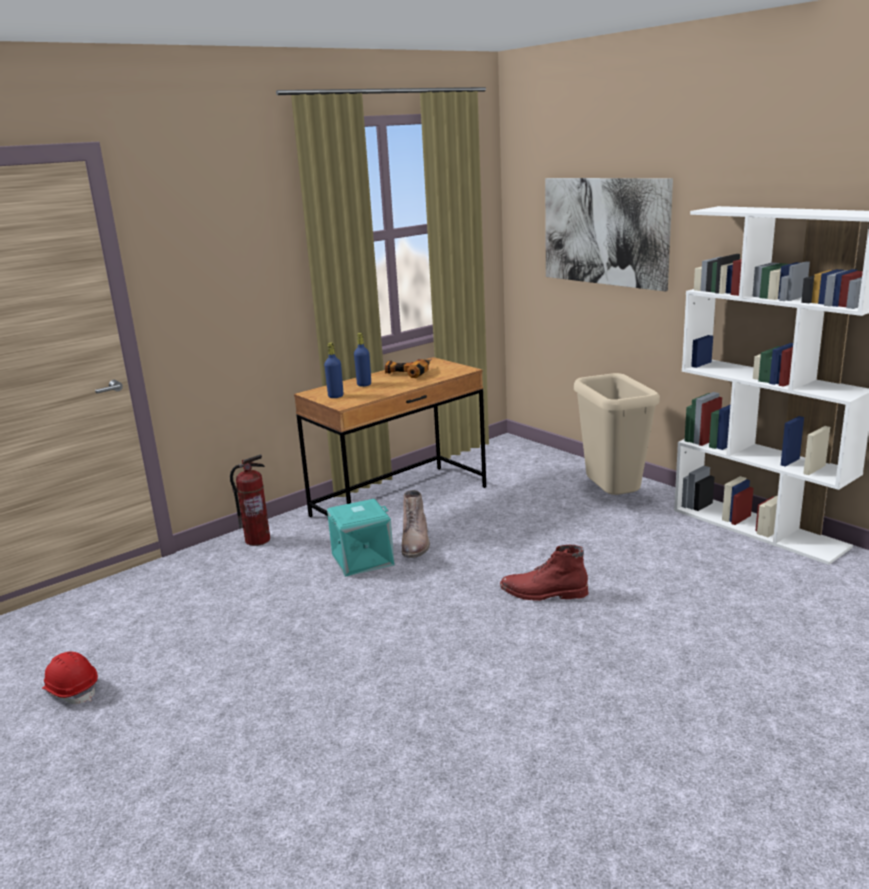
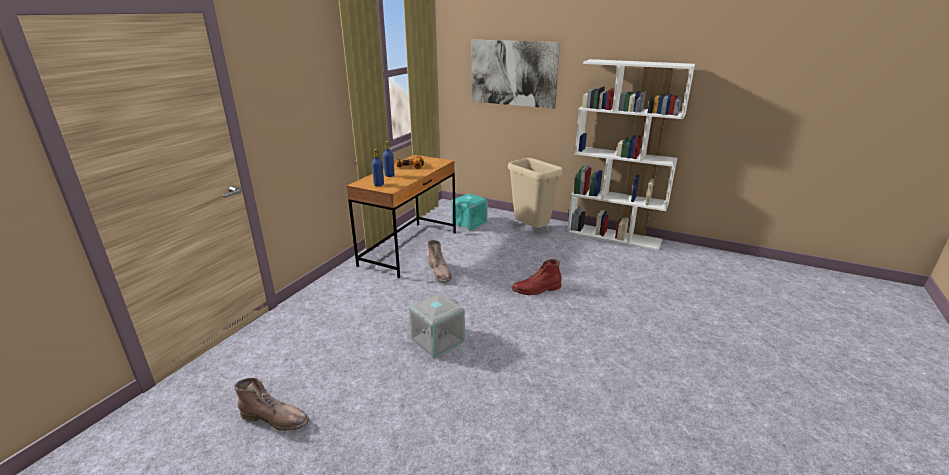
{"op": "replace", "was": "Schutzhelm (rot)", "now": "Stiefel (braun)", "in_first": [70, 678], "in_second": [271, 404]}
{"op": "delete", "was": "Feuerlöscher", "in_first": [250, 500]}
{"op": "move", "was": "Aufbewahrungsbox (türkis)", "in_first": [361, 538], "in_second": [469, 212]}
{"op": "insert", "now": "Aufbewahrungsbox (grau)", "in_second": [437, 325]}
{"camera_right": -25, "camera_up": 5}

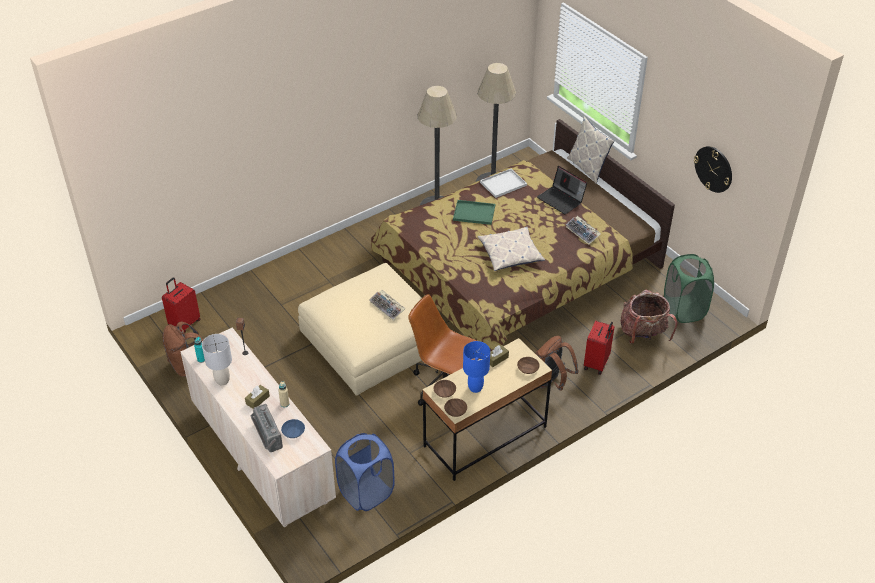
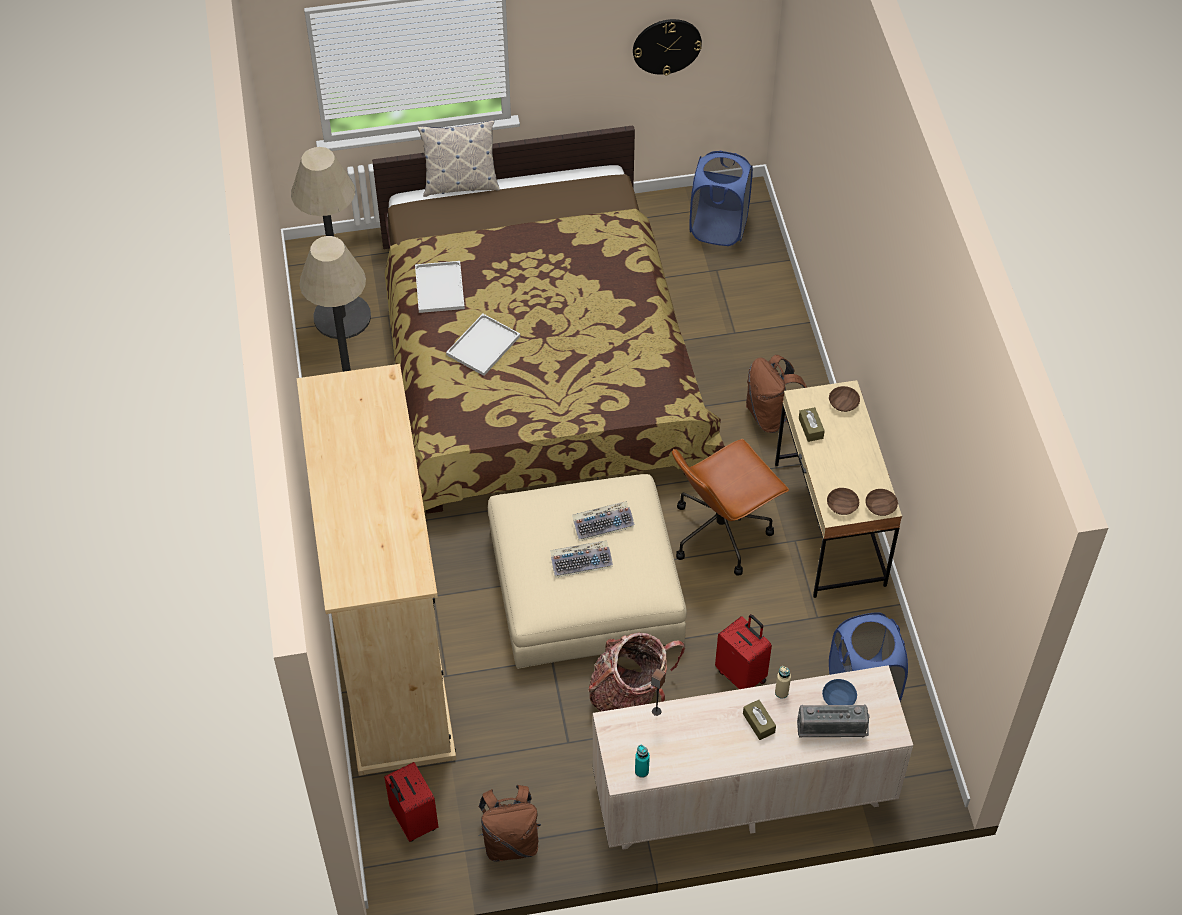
{"op": "delete", "was": "Tischlampe (grau)", "in_first": [217, 359]}
{"op": "recolor", "was": "Tablett (grün)", "now": "Tablett (weiß)", "in_first": [474, 212], "in_second": [483, 345]}
{"op": "delete", "was": "Tischlampe (blau)", "in_first": [476, 367]}
{"op": "delete", "was": "Kissen", "in_first": [511, 249]}
{"op": "delete", "was": "Laptop", "in_first": [562, 190]}
{"op": "move", "was": "Tastatur", "in_first": [583, 230], "in_second": [581, 559]}
{"op": "move", "was": "Koffer (rot)", "in_first": [599, 348], "in_second": [743, 651]}
{"op": "move", "was": "Rucksack", "in_first": [648, 317], "in_second": [636, 672]}
{"op": "recolor", "was": "Wäschekorb (grün)", "now": "Wäschekorb (blau)", "in_first": [689, 288], "in_second": [721, 198]}
{"op": "insert", "now": "Kleiderschrank (beige)", "in_second": [376, 570]}
{"camera_right": -65, "camera_up": 10}

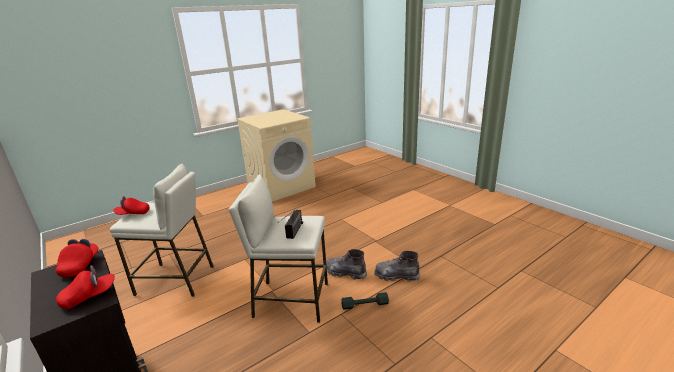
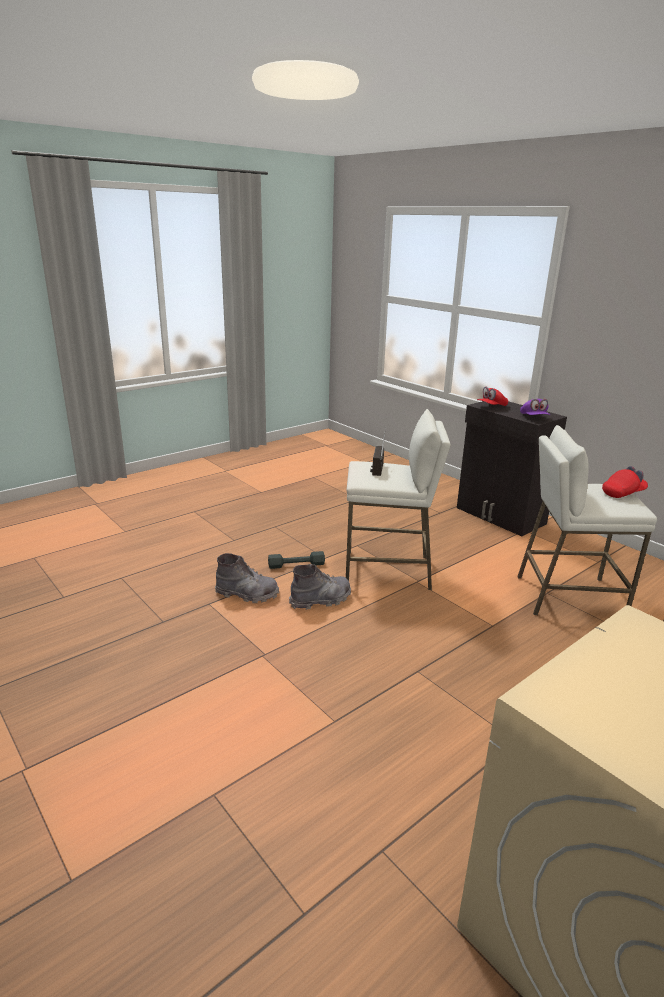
{"op": "recolor", "was": "Kappe (rot)", "now": "Kappe (lila)", "in_first": [77, 258], "in_second": [535, 407]}
{"op": "rotate", "was": "Stiefel (grau)", "in_first": [346, 264], "in_second": [320, 587], "clockwise": -45}
{"camera_right": 175, "camera_up": 0}

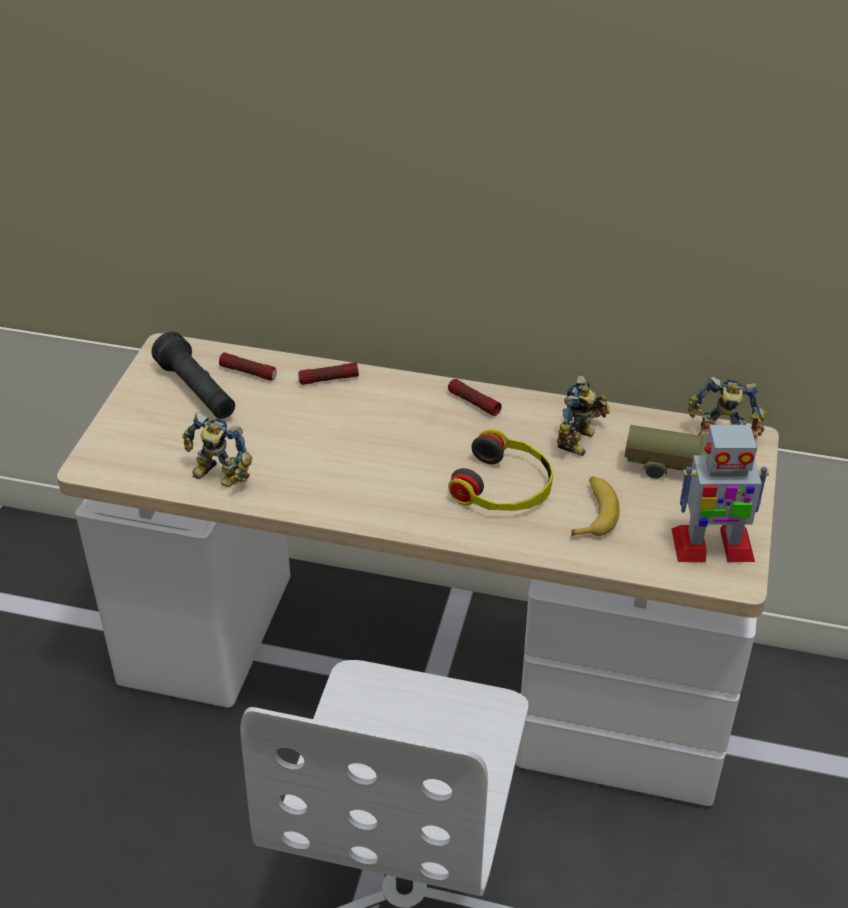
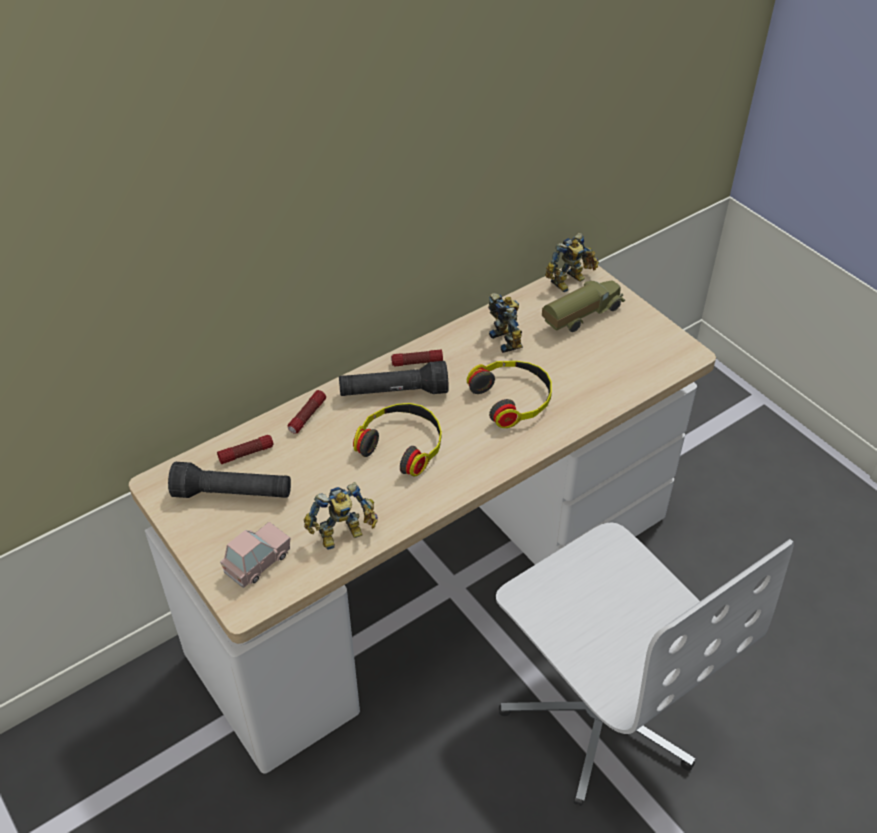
{"op": "delete", "was": "Banane", "in_first": [595, 506]}
{"op": "delete", "was": "Spielzeugroboter", "in_first": [720, 493]}
{"op": "insert", "now": "Spielzeugauto (rosa)", "in_second": [255, 555]}
{"op": "insert", "now": "Taschenlampe (schwarz)", "in_second": [394, 378]}
{"op": "insert", "now": "Kopfhörer", "in_second": [397, 440]}
{"camera_right": -50, "camera_up": 5}

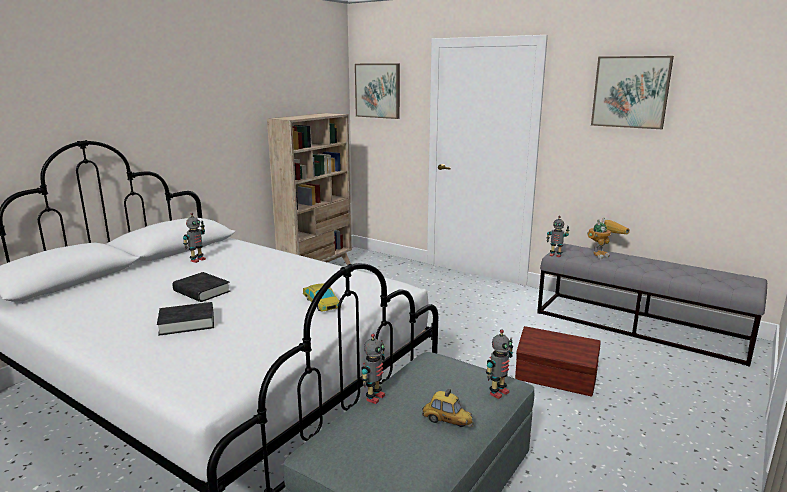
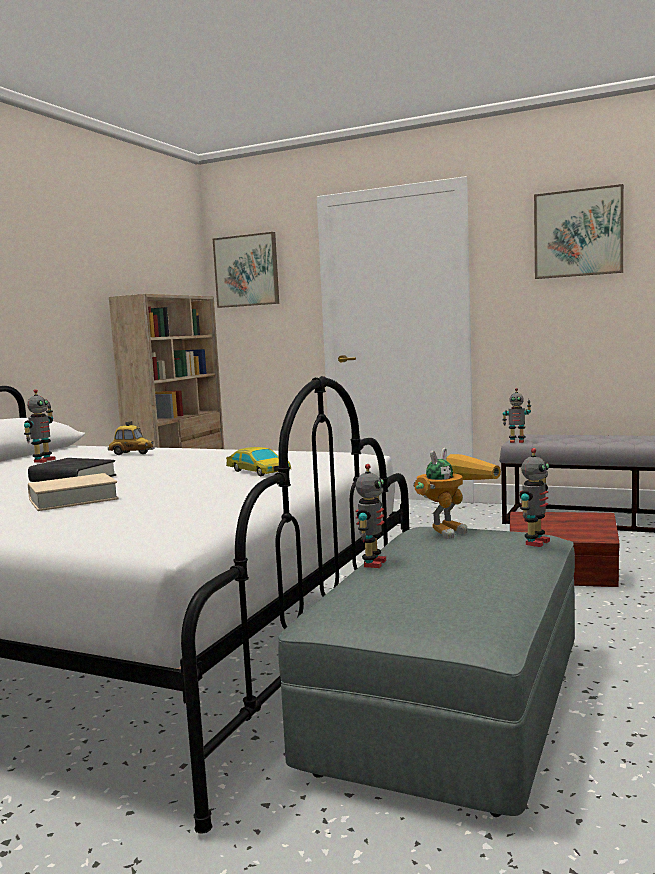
{"op": "recolor", "was": "Buch (schwarz)", "now": "Buch (beige)", "in_first": [185, 319], "in_second": [73, 492]}
{"op": "move", "was": "Spielzeugauto", "in_first": [448, 408], "in_second": [131, 438]}
{"op": "move", "was": "Spielzeugroboter", "in_first": [608, 238], "in_second": [457, 493]}
{"camera_right": -10, "camera_up": -10}

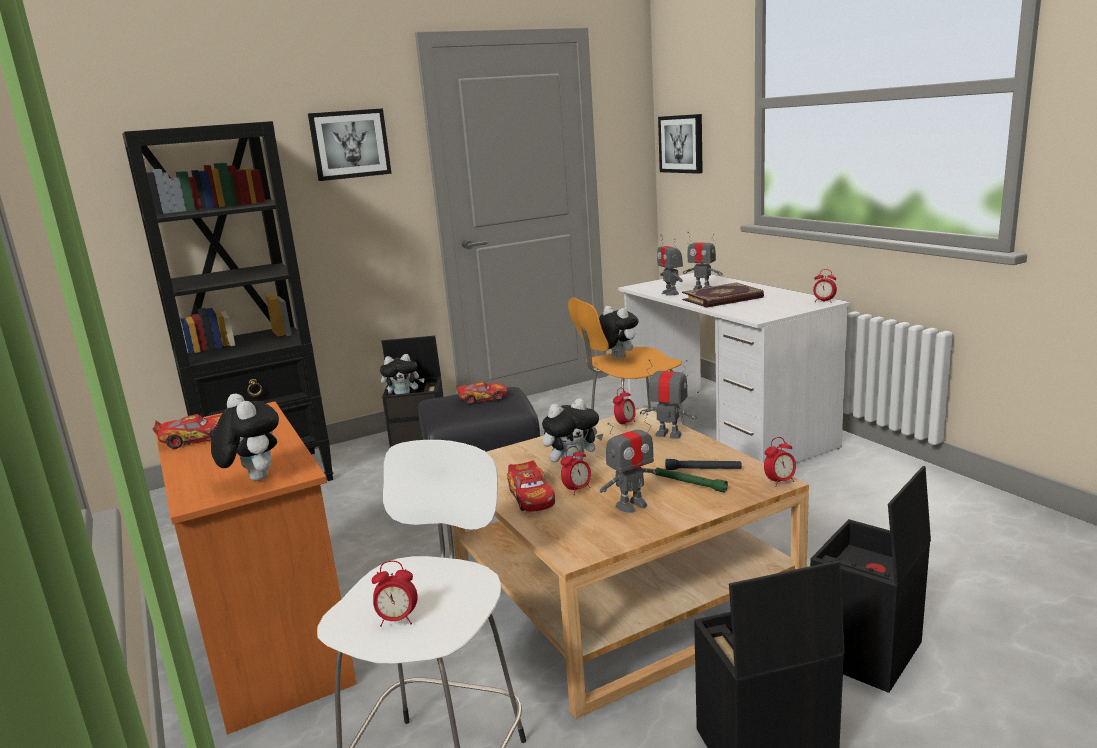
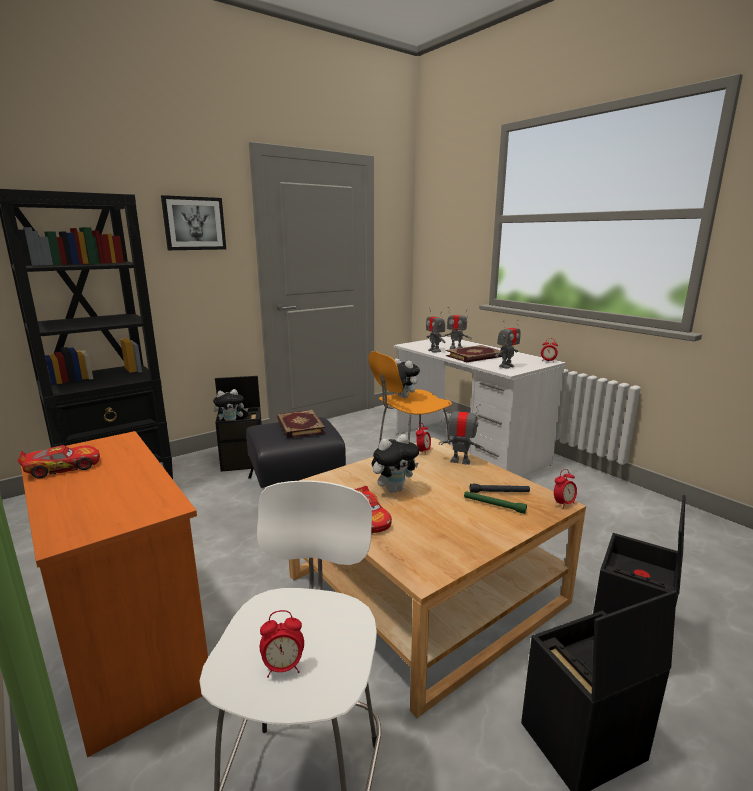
{"op": "delete", "was": "Plüschtier", "in_first": [245, 437]}
{"op": "replace", "was": "Spielzeugauto", "now": "Buch", "in_first": [481, 393], "in_second": [301, 424]}
{"op": "delete", "was": "Wecker", "in_first": [576, 470]}
{"op": "move", "was": "Spielzeugroboter", "in_first": [629, 463], "in_second": [508, 343]}
{"op": "delete", "was": "Bild", "in_first": [680, 144]}
{"camera_right": -10, "camera_up": 0}

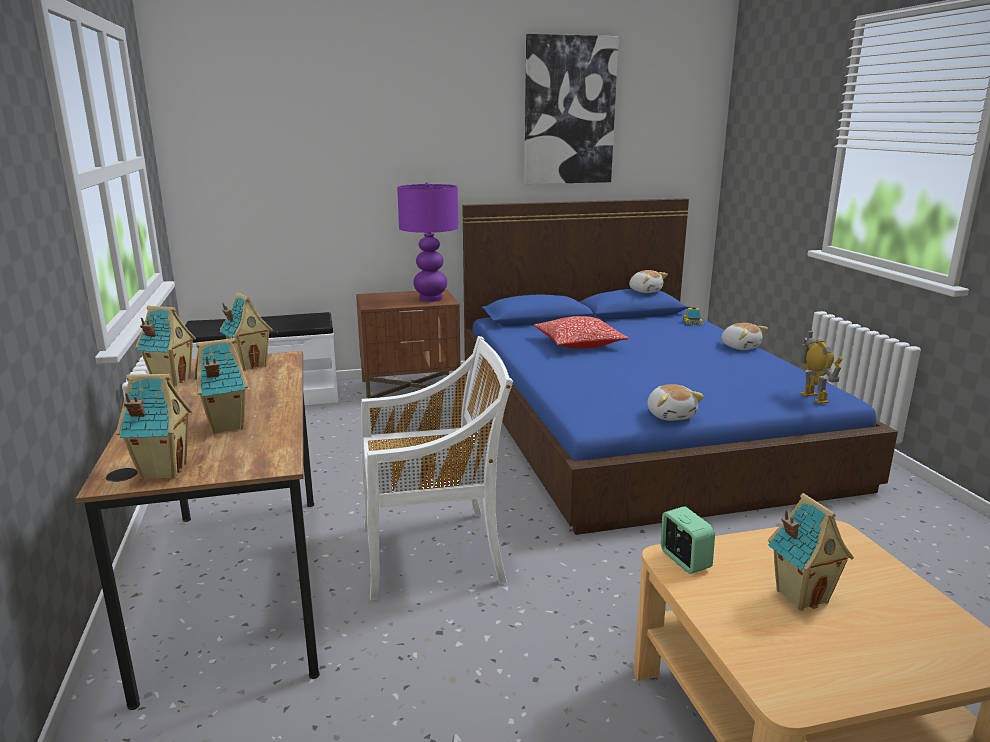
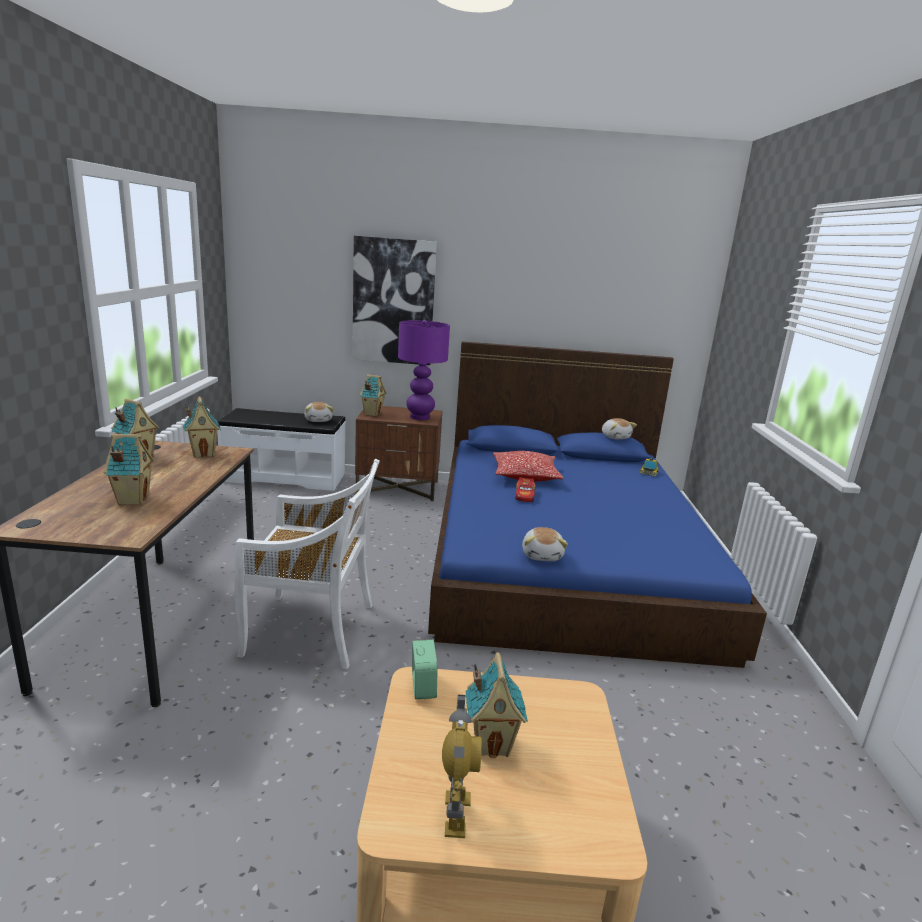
{"op": "move", "was": "Spielzeughaus", "in_first": [154, 426], "in_second": [373, 395]}
{"op": "move", "was": "Bild", "in_first": [571, 109], "in_second": [394, 300]}
{"op": "move", "was": "Plüschtier", "in_first": [745, 336], "in_second": [318, 412]}
{"op": "move", "was": "Spielzeugroboter", "in_first": [821, 367], "in_second": [462, 766]}
{"op": "insert", "now": "Spielzeugauto", "in_second": [525, 489]}
{"camera_right": 15, "camera_up": 0}

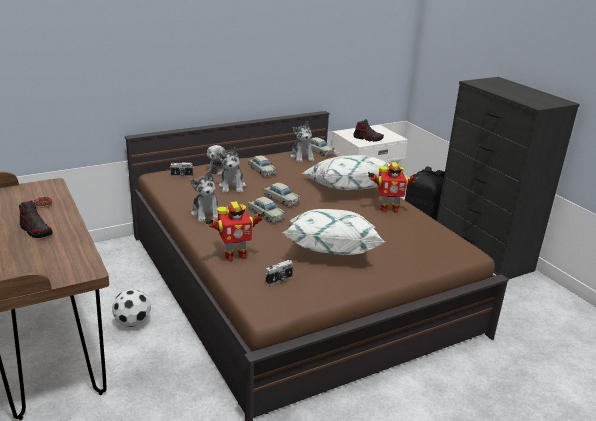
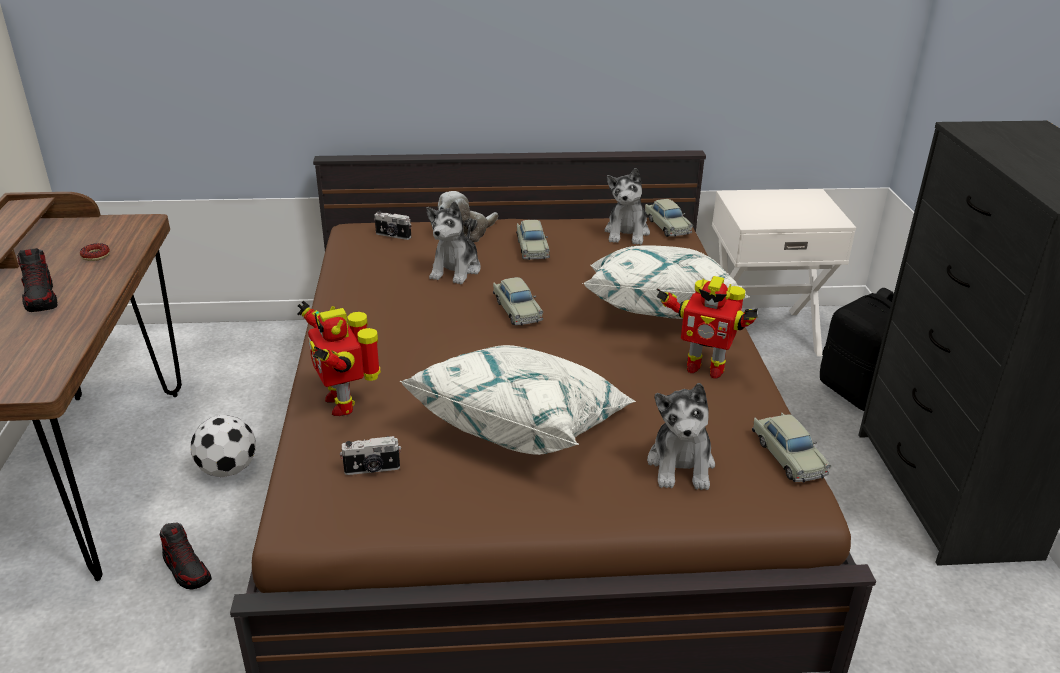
{"op": "move", "was": "Plüschtier", "in_first": [204, 196], "in_second": [681, 436]}
{"op": "rotate", "was": "Spielzeugroboter", "in_first": [235, 231], "in_second": [339, 358], "clockwise": 60}
{"op": "move", "was": "Spielzeugauto (beige)", "in_first": [267, 210], "in_second": [791, 447]}
{"op": "move", "was": "Schuh", "in_first": [368, 130], "in_second": [185, 556]}
{"camera_right": 25, "camera_up": 5}

